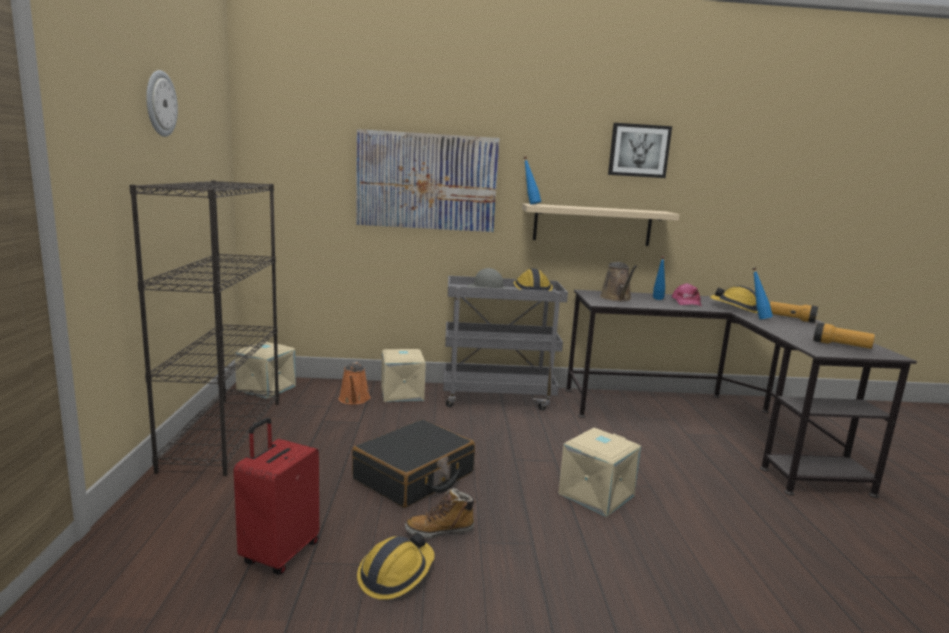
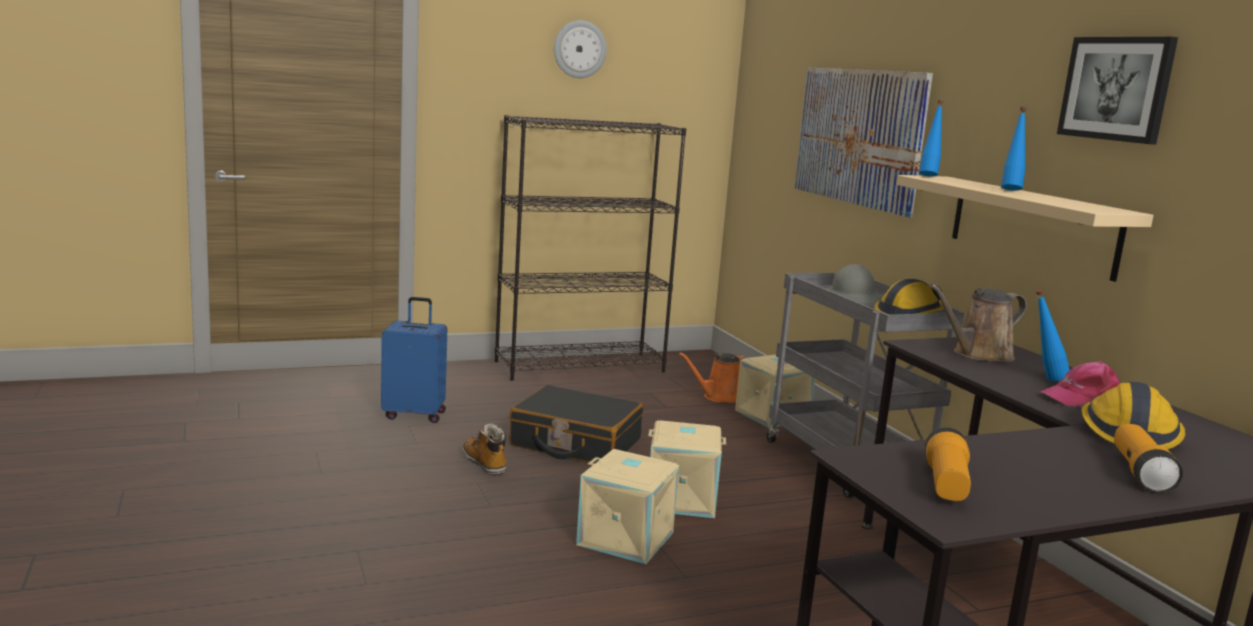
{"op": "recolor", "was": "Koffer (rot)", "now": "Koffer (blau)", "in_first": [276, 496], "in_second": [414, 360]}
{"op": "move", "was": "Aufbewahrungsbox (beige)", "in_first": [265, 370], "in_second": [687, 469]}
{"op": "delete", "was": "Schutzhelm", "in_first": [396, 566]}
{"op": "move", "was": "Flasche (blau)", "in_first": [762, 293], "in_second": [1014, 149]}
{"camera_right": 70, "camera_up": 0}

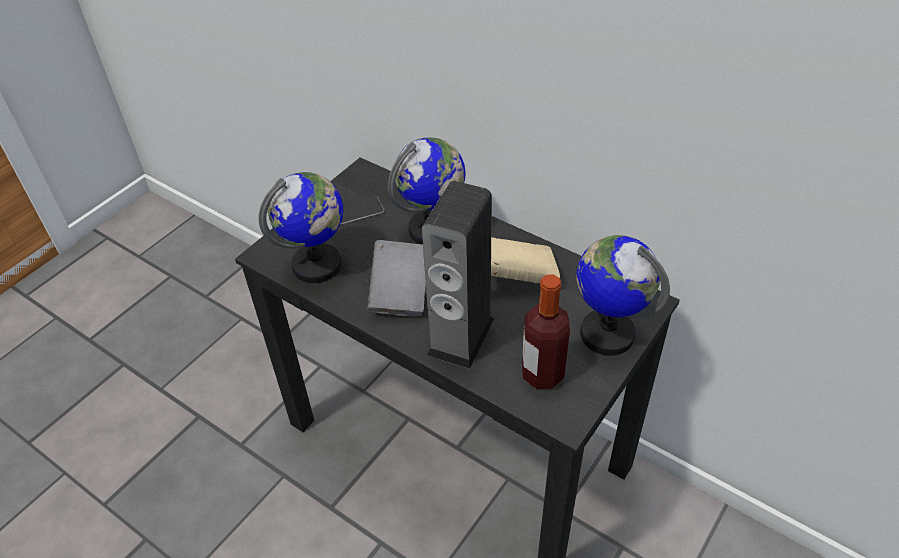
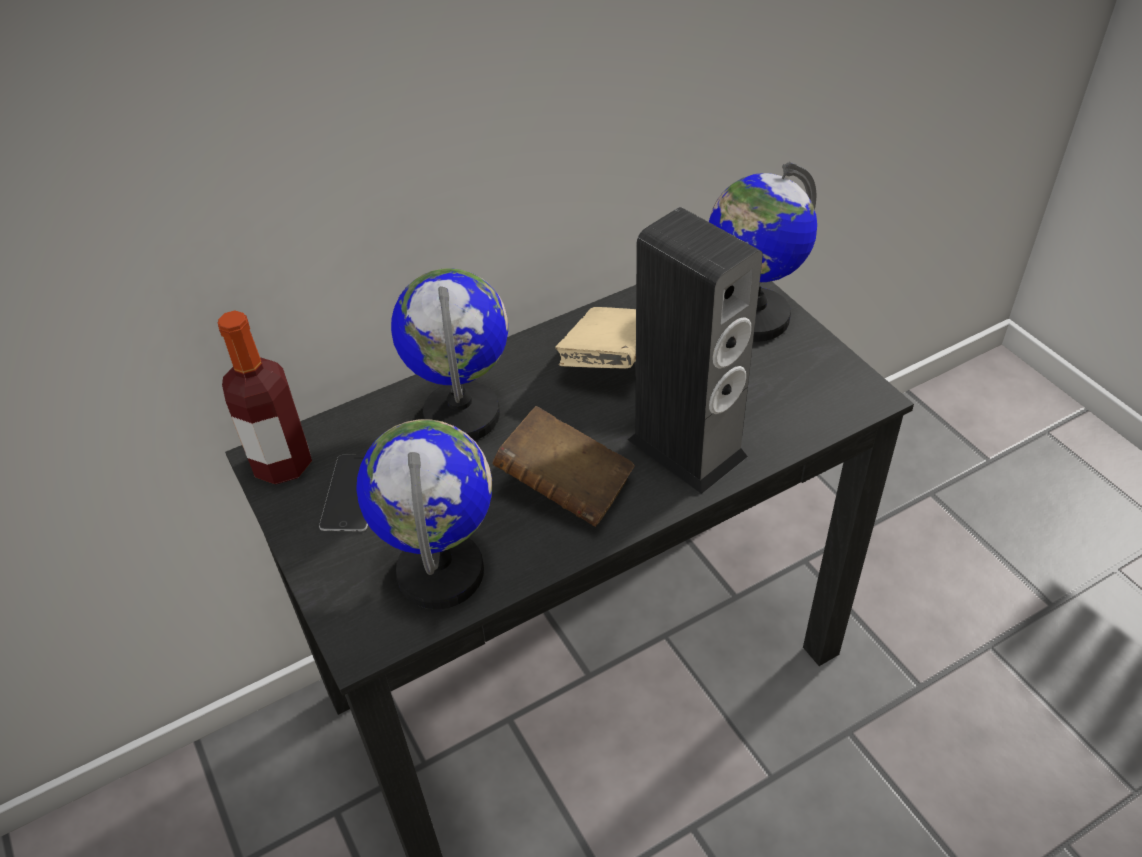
{"op": "recolor", "was": "Buch (grau)", "now": "Buch (braun)", "in_first": [396, 278], "in_second": [563, 466]}
{"op": "move", "was": "Flasche", "in_first": [546, 332], "in_second": [265, 397]}
{"camera_right": -65, "camera_up": 0}

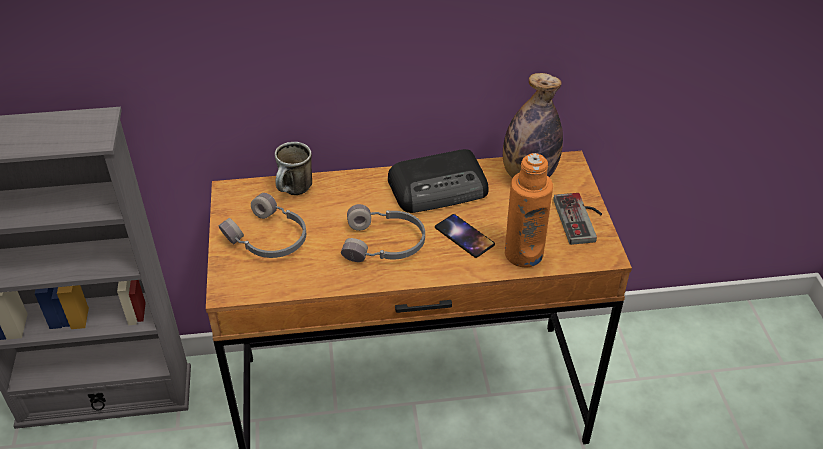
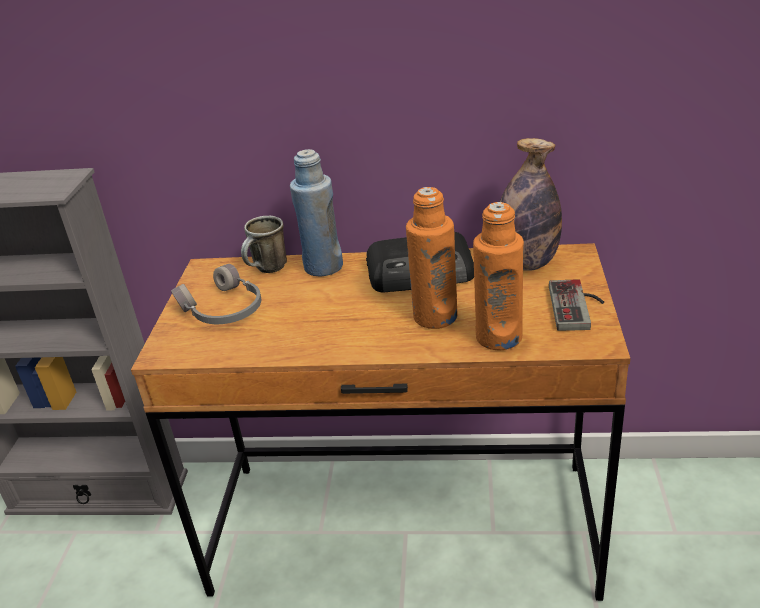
{"op": "delete", "was": "Kopfhörer (grau)", "in_first": [383, 233]}
{"op": "replace", "was": "Handy", "now": "Flasche (orange)", "in_first": [465, 236], "in_second": [431, 258]}
{"op": "insert", "now": "Flasche (blau)", "in_second": [316, 212]}
{"camera_right": 15, "camera_up": -10}

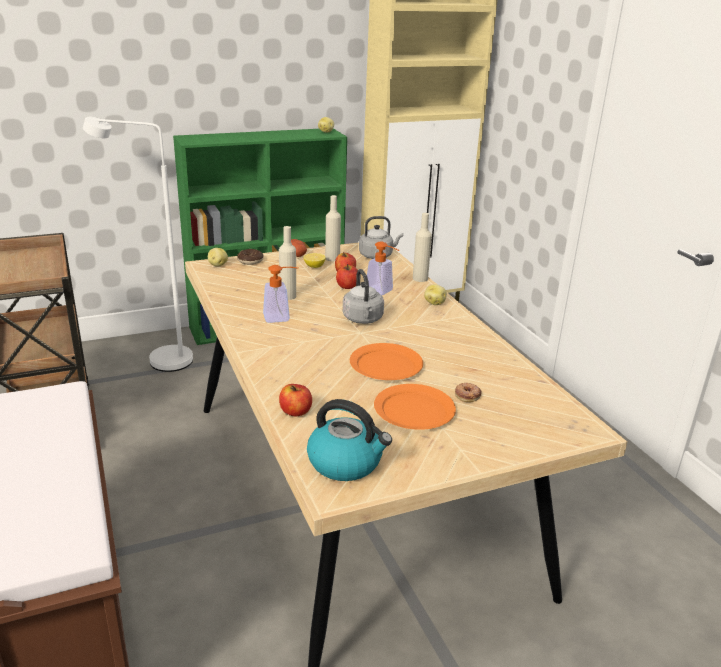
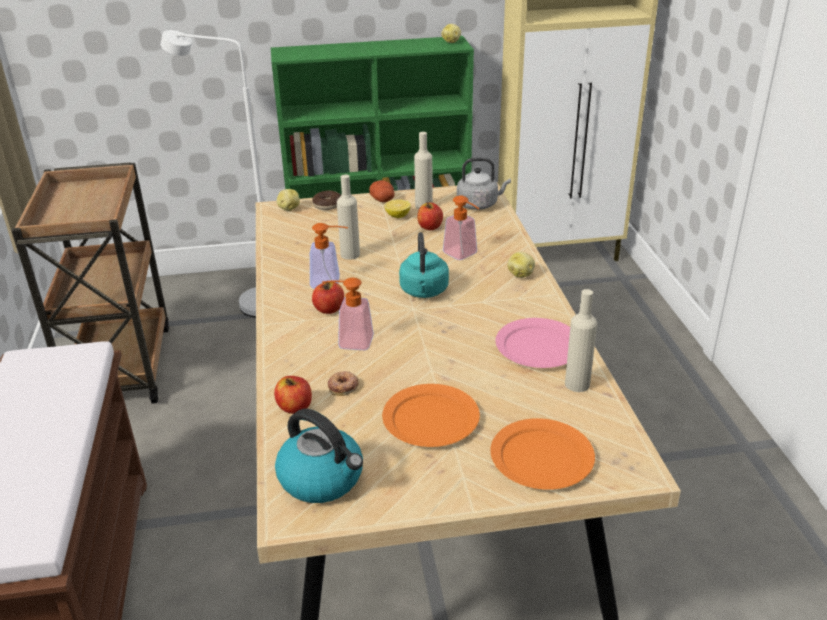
{"op": "move", "was": "Apfel", "in_first": [347, 276], "in_second": [328, 298]}
{"op": "recolor", "was": "Wasserkessel (grau)", "now": "Wasserkessel (türkis)", "in_first": [363, 296], "in_second": [424, 265]}
{"op": "move", "was": "Teller (orange)", "in_first": [386, 361], "in_second": [542, 454]}
{"op": "move", "was": "Flasche (beige)", "in_first": [422, 247], "in_second": [581, 340]}
{"op": "move", "was": "Donut", "in_first": [468, 392], "in_second": [343, 383]}
{"op": "insert", "now": "Seifenspender", "in_second": [348, 314]}
{"op": "insert", "now": "Teller (rosa)", "in_second": [532, 343]}
{"camera_right": 15, "camera_up": 5}

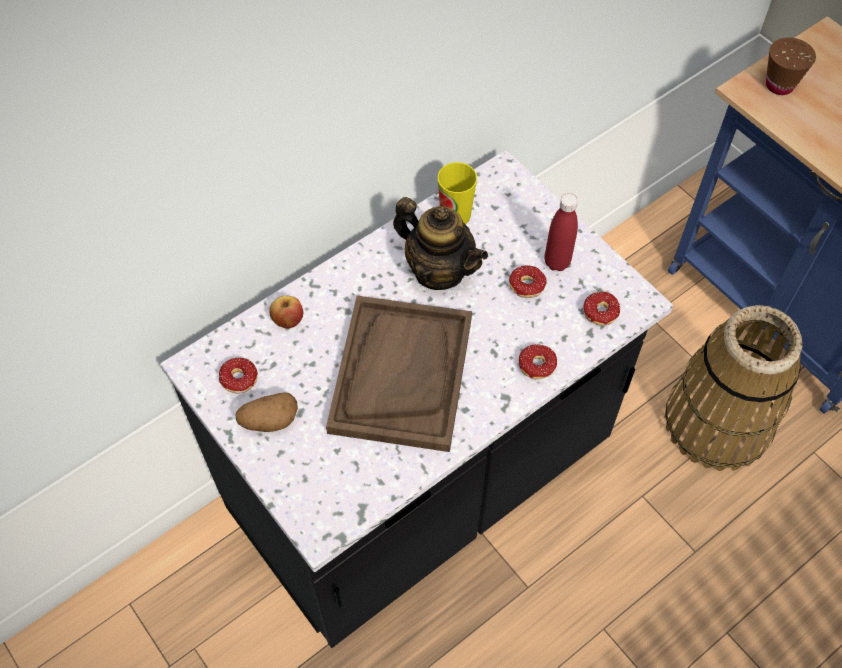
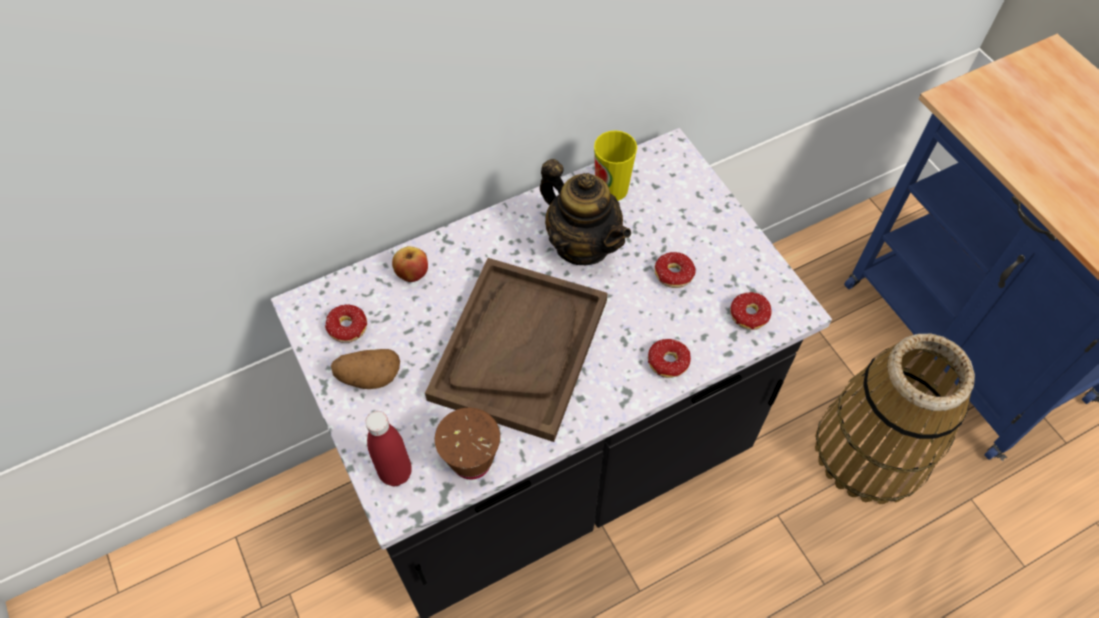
{"op": "move", "was": "Flasche (rot)", "in_first": [561, 232], "in_second": [388, 448]}
{"op": "move", "was": "Tasse (braun)", "in_first": [791, 66], "in_second": [467, 444]}
{"camera_right": 10, "camera_up": 0}

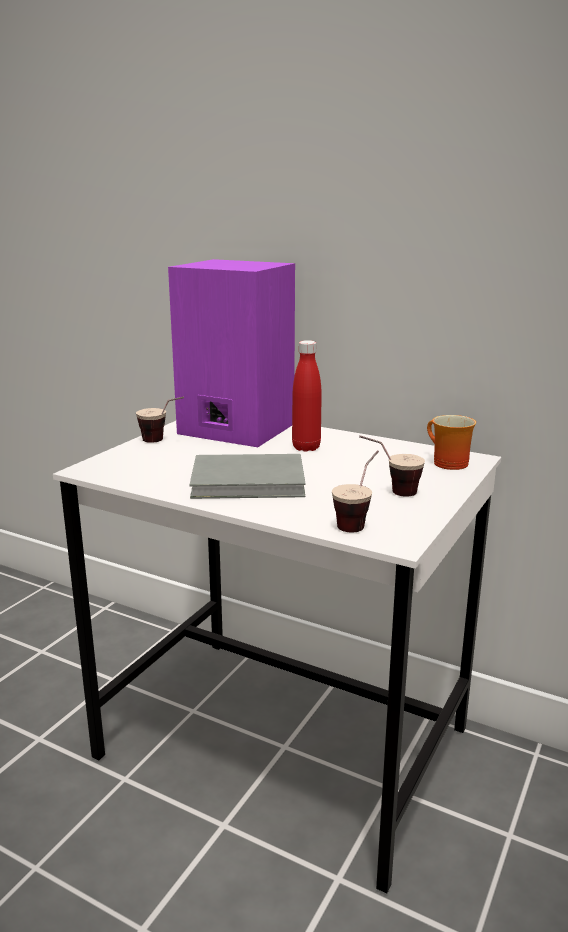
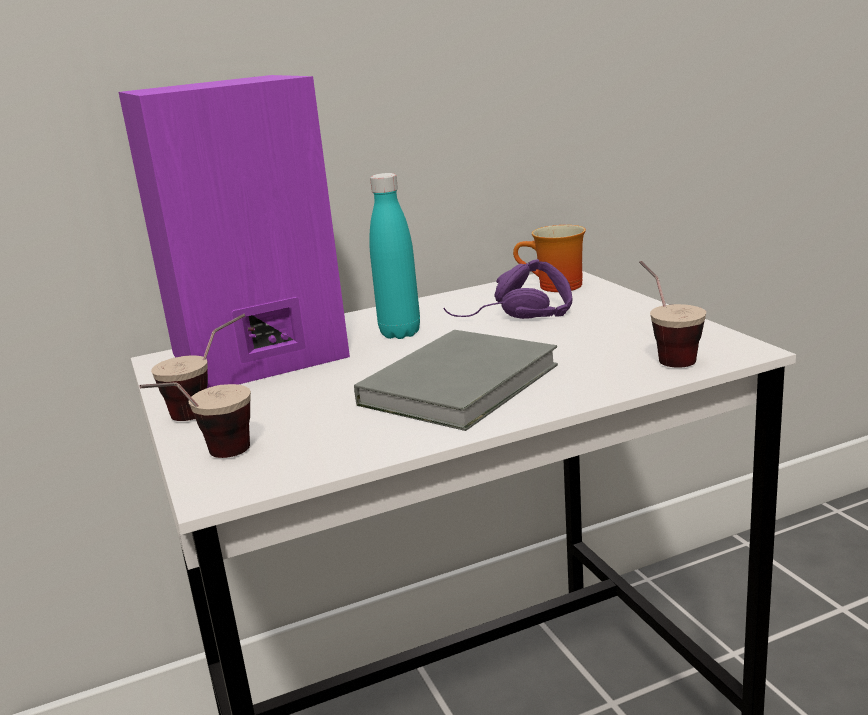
{"op": "recolor", "was": "Flasche (rot)", "now": "Flasche (türkis)", "in_first": [307, 396], "in_second": [394, 256]}
{"op": "move", "was": "Tasse", "in_first": [392, 466], "in_second": [195, 420]}
{"op": "insert", "now": "Kopfhörer (lila)", "in_second": [508, 289]}
{"camera_right": -50, "camera_up": 0}

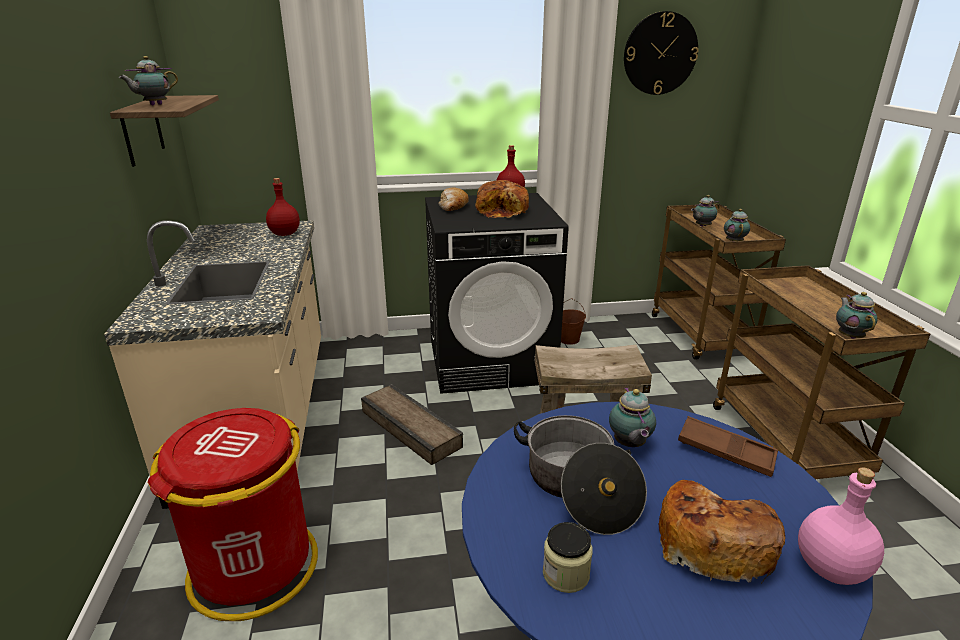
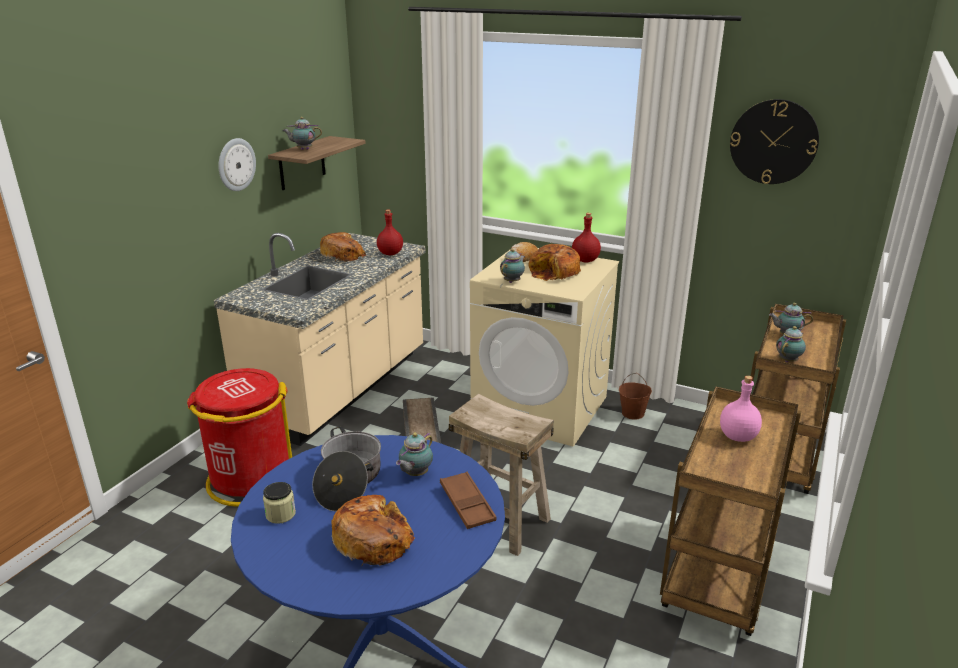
{"op": "recolor", "was": "Waschmaschine (schwarz)", "now": "Waschmaschine (beige)", "in_first": [497, 293], "in_second": [544, 347]}
{"op": "move", "was": "Flasche (rosa)", "in_first": [841, 526], "in_second": [741, 409]}
{"op": "move", "was": "Teekanne", "in_first": [857, 315], "in_second": [512, 266]}
{"op": "insert", "now": "Wanduhr", "in_second": [237, 164]}
{"op": "insert", "now": "Brot", "in_second": [343, 247]}
{"camera_right": 35, "camera_up": 0}

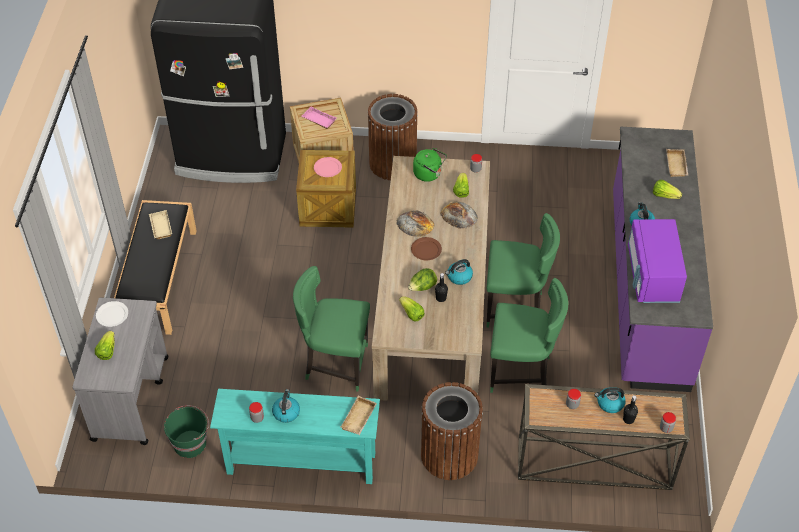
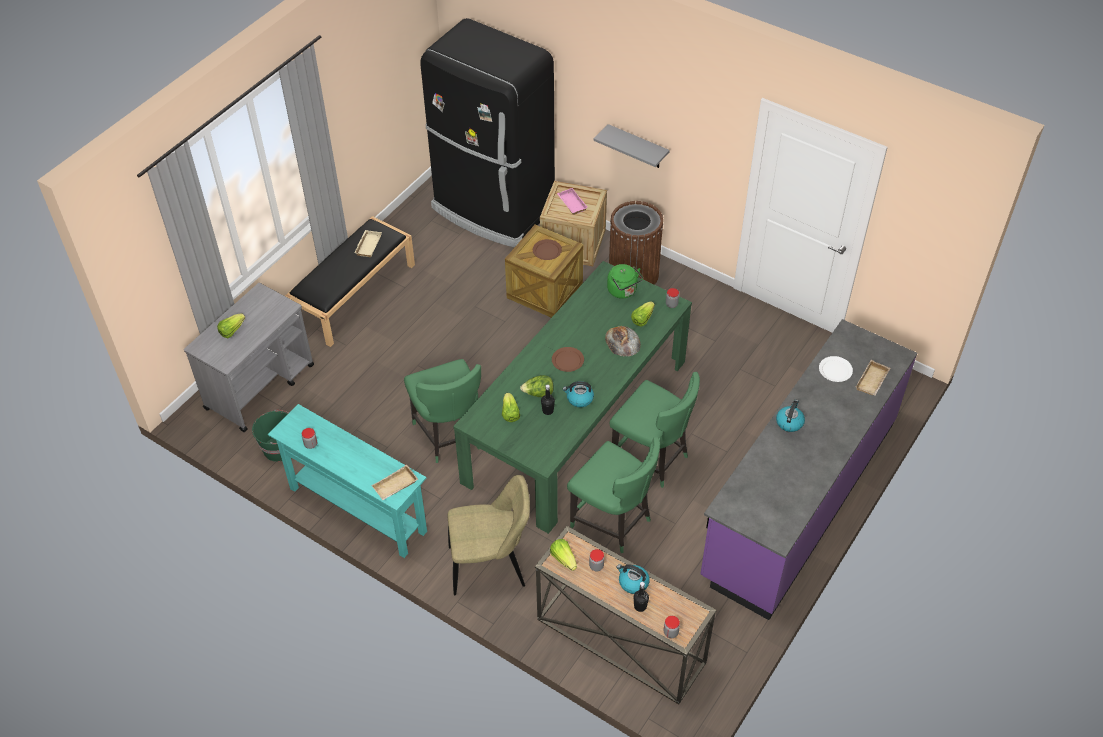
{"op": "move", "was": "Teller (weiß)", "in_first": [112, 314], "in_second": [836, 369]}
{"op": "delete", "was": "Wasserkessel", "in_first": [286, 406]}
{"op": "rotate", "was": "Stuhl (grün)", "in_first": [331, 328], "in_second": [442, 411], "clockwise": -150}
{"op": "recolor", "was": "Teller (rosa)", "now": "Teller (braun)", "in_first": [328, 167], "in_second": [547, 249]}
{"op": "recolor", "was": "Esstisch (beige)", "now": "Esstisch (grün)", "in_first": [431, 278], "in_second": [572, 397]}
{"op": "delete", "was": "Brot", "in_first": [415, 223]}
{"op": "replace", "was": "Mülleimer (braun)", "now": "Stuhl (beige)", "in_first": [452, 431], "in_second": [489, 535]}
{"op": "delete", "was": "Mikrowelle (lila)", "in_first": [657, 261]}
{"op": "move", "was": "Salatkopf", "in_first": [667, 189], "in_second": [563, 555]}
{"op": "insert", "now": "Wandregal (grau)", "in_second": [631, 146]}
{"camera_right": 30, "camera_up": 0}

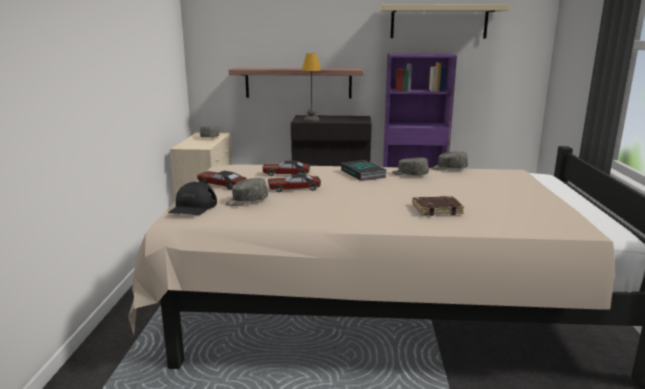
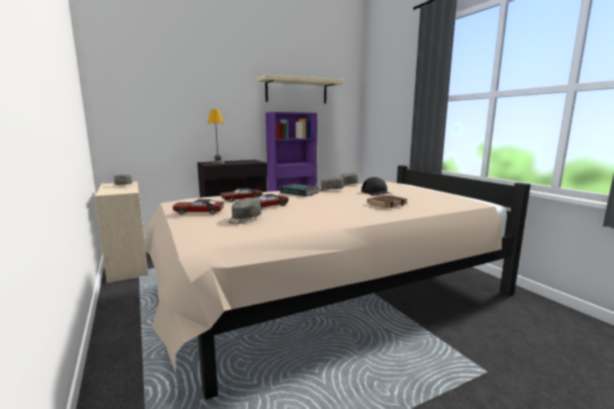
{"op": "move", "was": "Kappe (schwarz)", "in_first": [192, 198], "in_second": [376, 186]}
{"op": "delete", "was": "Wandregal", "in_first": [296, 83]}
{"camera_right": -30, "camera_up": -5}

